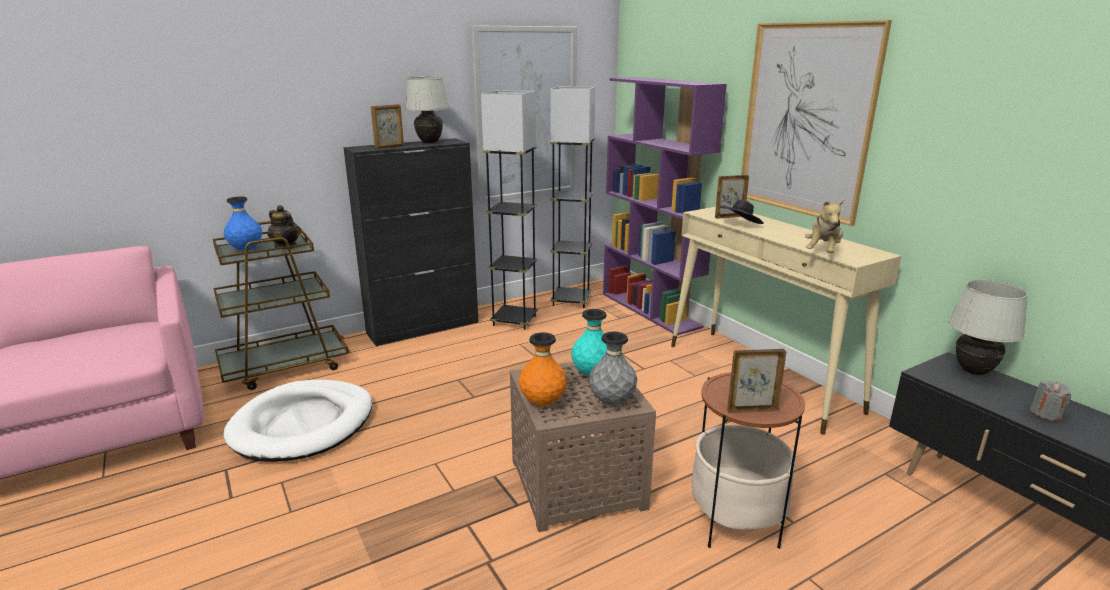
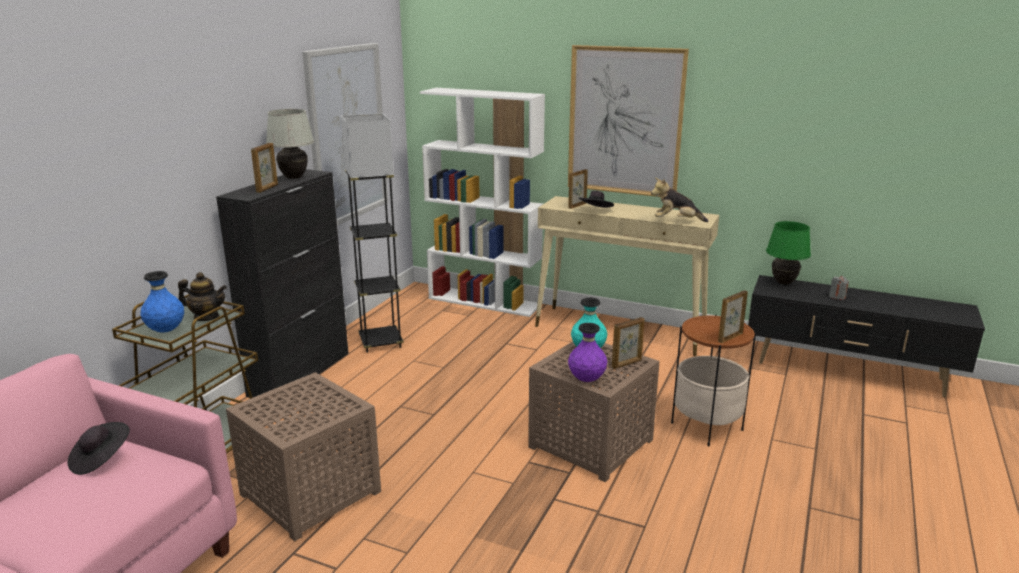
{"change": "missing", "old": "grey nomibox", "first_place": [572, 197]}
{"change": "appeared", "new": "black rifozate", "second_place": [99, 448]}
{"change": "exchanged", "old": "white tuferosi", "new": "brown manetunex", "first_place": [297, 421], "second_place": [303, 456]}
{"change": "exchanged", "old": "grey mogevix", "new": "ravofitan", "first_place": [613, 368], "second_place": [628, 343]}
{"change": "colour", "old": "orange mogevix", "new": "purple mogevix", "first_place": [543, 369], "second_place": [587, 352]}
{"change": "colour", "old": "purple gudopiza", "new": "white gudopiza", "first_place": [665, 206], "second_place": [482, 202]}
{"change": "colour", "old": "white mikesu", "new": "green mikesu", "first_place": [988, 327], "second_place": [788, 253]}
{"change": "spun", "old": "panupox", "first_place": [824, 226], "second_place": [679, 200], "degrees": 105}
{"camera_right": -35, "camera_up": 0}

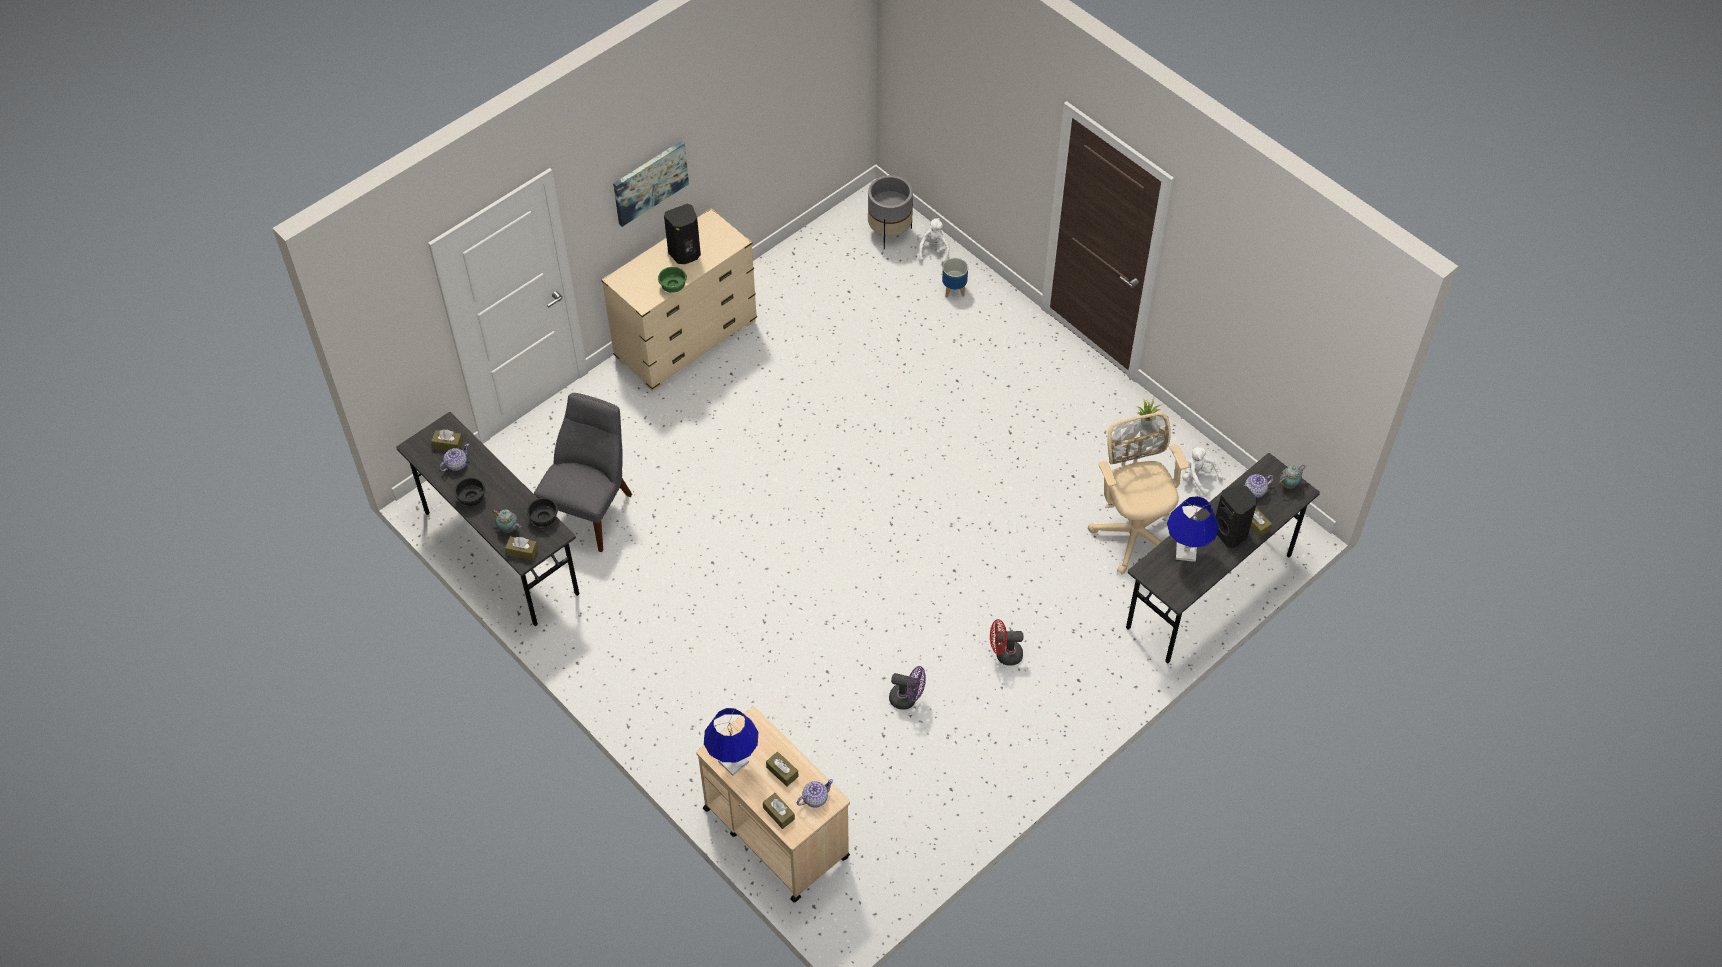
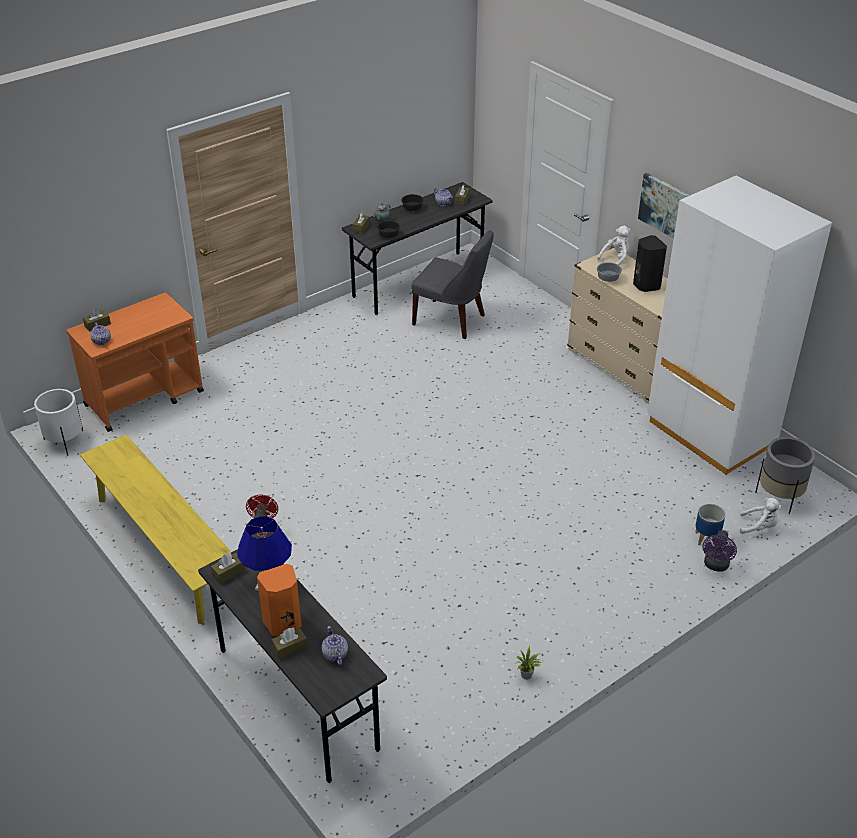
{"change": "missing", "old": "blue mikesu", "first_place": [731, 742]}
{"change": "missing", "old": "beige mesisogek", "first_place": [1138, 494]}
{"change": "missing", "old": "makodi", "first_place": [1292, 477]}
{"change": "appeared", "new": "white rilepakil", "second_place": [58, 422]}
{"change": "appeared", "new": "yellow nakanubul", "second_place": [155, 529]}
{"change": "appeared", "new": "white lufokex", "second_place": [739, 325]}
{"change": "relocated", "old": "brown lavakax", "first_place": [782, 769], "second_place": [228, 568]}
{"change": "relocated", "old": "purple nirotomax", "first_place": [907, 688], "second_place": [720, 551]}
{"change": "relocated", "old": "white panupox", "first_place": [1202, 471], "second_place": [614, 245]}
{"change": "colour", "old": "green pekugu", "new": "grey pekugu", "first_place": [672, 280], "second_place": [609, 272]}
{"change": "colour", "old": "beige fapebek", "new": "orange fapebek", "first_place": [773, 804], "second_place": [135, 362]}
{"change": "colour", "old": "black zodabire", "new": "orange zodabire", "first_place": [1236, 516], "second_place": [279, 600]}
{"camera_right": 95, "camera_up": -15}

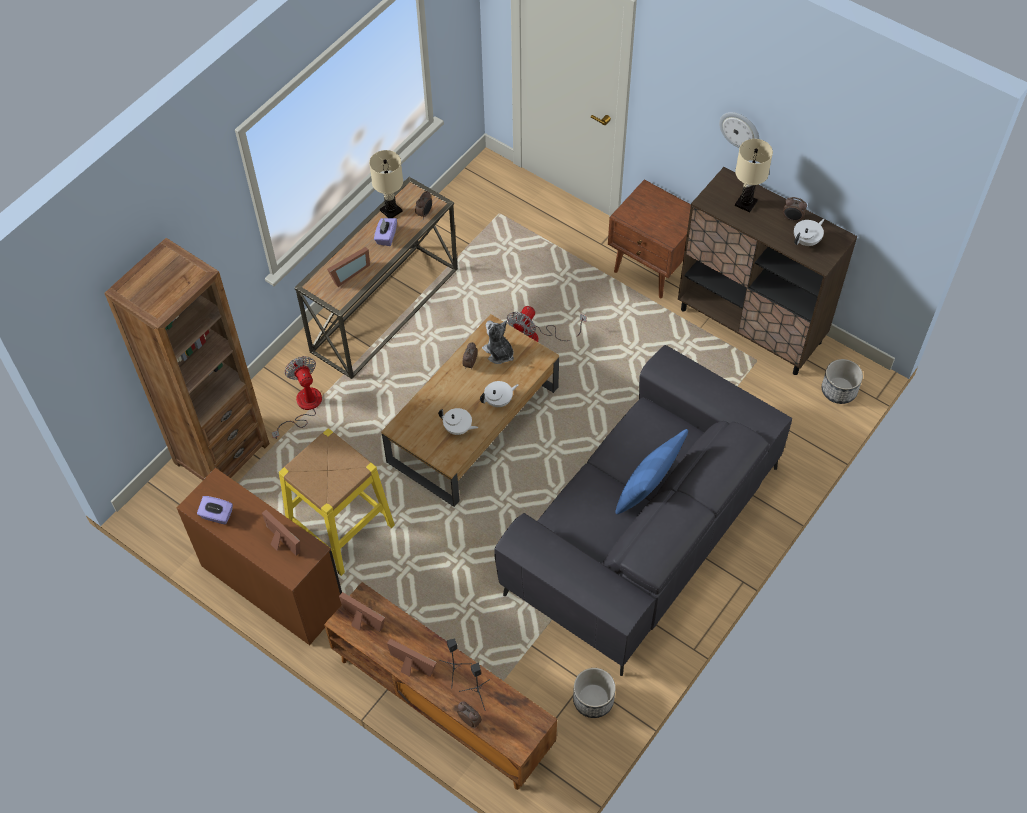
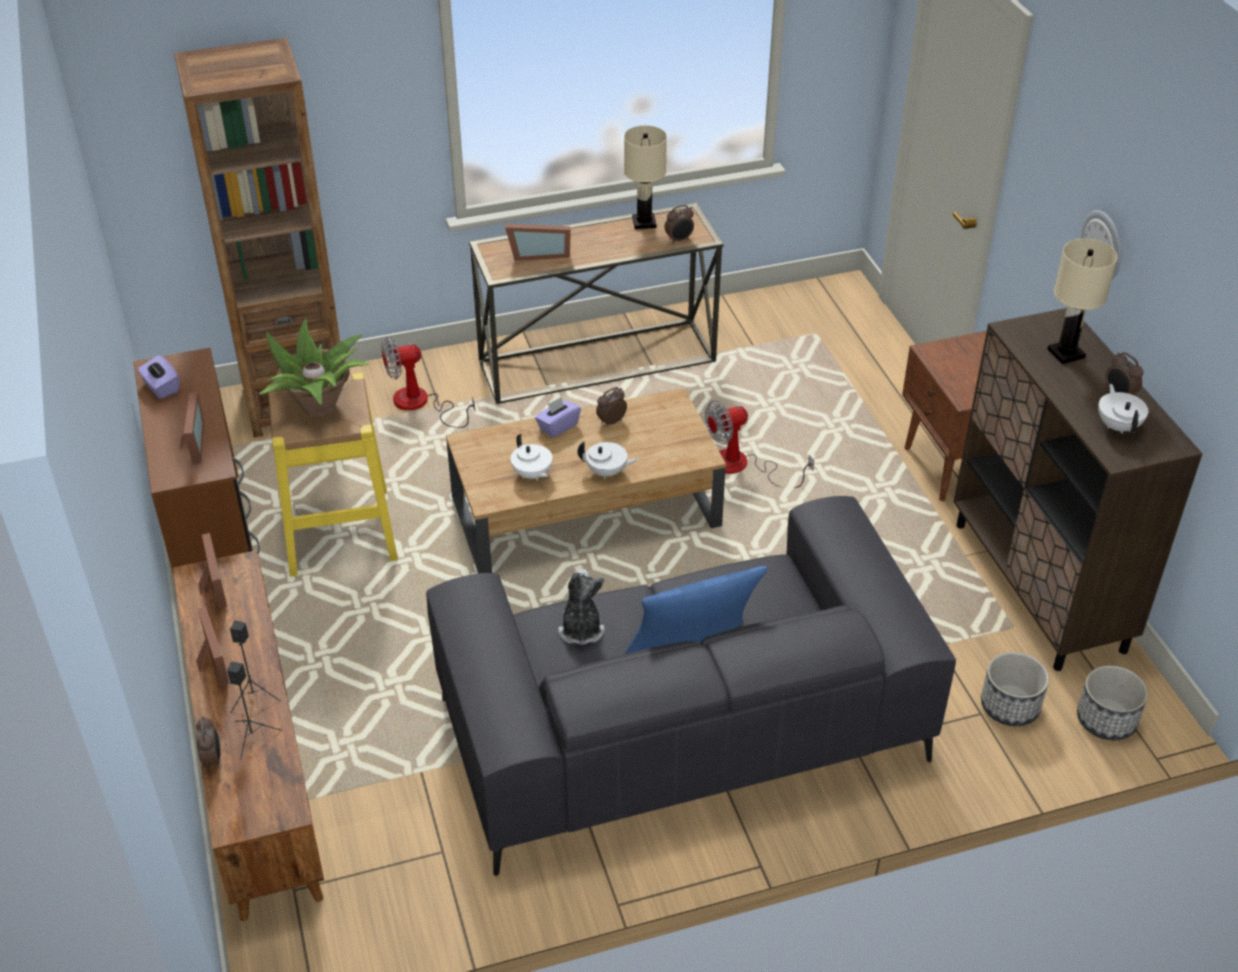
{"change": "appeared", "new": "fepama", "second_place": [314, 368]}
{"change": "relocated", "old": "purple lavakax", "first_place": [385, 232], "second_place": [558, 417]}
{"change": "relocated", "old": "panupox", "first_place": [498, 342], "second_place": [581, 606]}
{"change": "relocated", "old": "rilepakil", "first_place": [594, 693], "second_place": [1015, 689]}
{"change": "spun", "old": "nirotomax", "first_place": [297, 397], "second_place": [428, 382], "degrees": -120}
{"change": "spun", "old": "white makodi", "first_place": [809, 232], "second_place": [1123, 409], "degrees": -90}
{"camera_right": 35, "camera_up": -15}

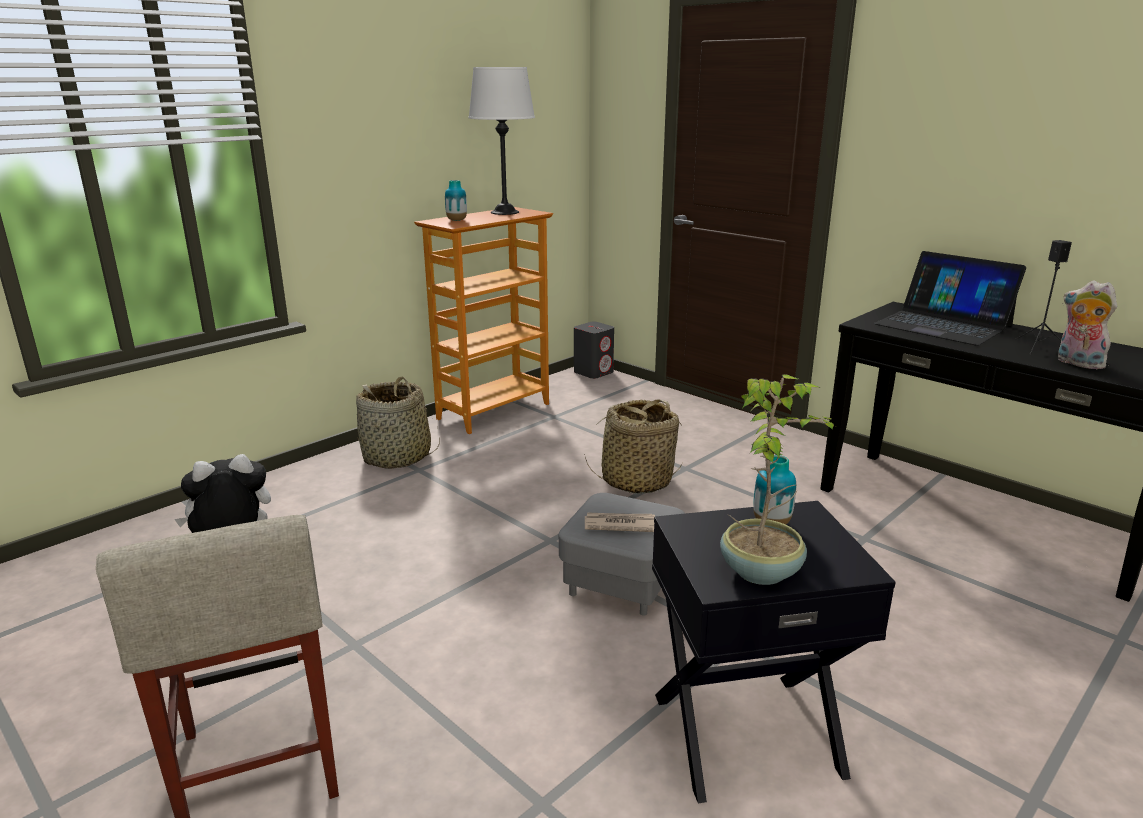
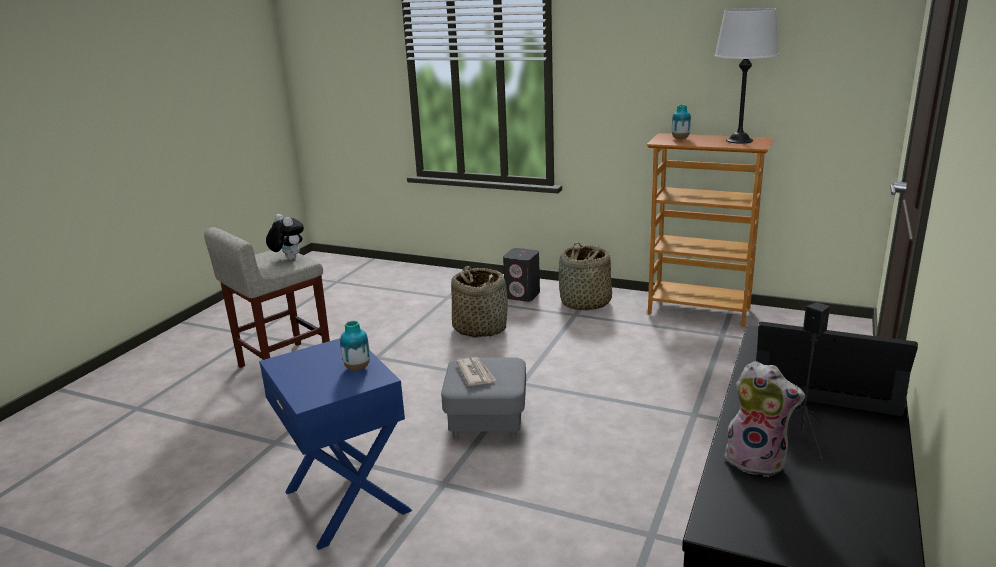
{"change": "missing", "old": "fepama", "first_place": [777, 479]}
{"change": "relocated", "old": "grey zodabire", "first_place": [594, 350], "second_place": [521, 275]}
{"change": "relocated", "old": "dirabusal", "first_place": [633, 446], "second_place": [479, 302]}
{"change": "colour", "old": "black manetunex", "new": "blue manetunex", "first_place": [774, 652], "second_place": [335, 444]}
{"change": "spun", "old": "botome", "first_place": [950, 298], "second_place": [837, 369], "degrees": 90}
{"change": "spun", "old": "panupox", "first_place": [1087, 324], "second_place": [762, 419], "degrees": 90}
{"camera_right": 70, "camera_up": 0}

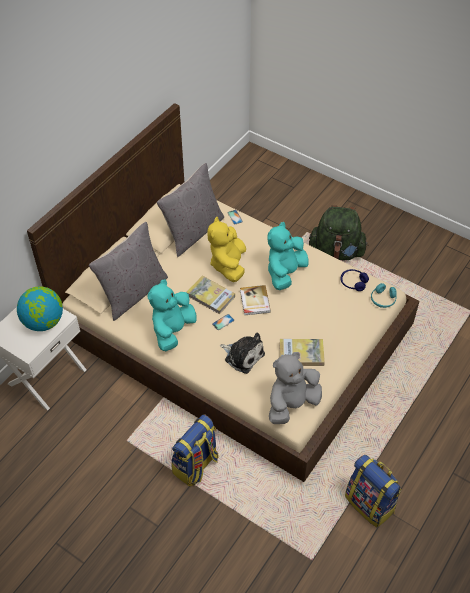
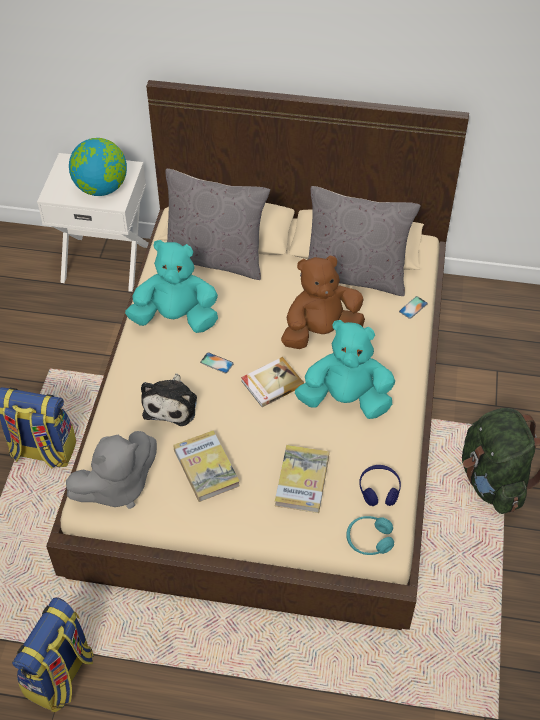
{"change": "relocated", "old": "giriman", "first_place": [210, 295], "second_place": [302, 479]}
{"change": "colour", "old": "yellow panupox", "new": "brown panupox", "first_place": [226, 249], "second_place": [323, 302]}
{"change": "spun", "old": "grey panupox", "first_place": [295, 388], "second_place": [111, 470], "degrees": 120}
{"camera_right": 65, "camera_up": 0}

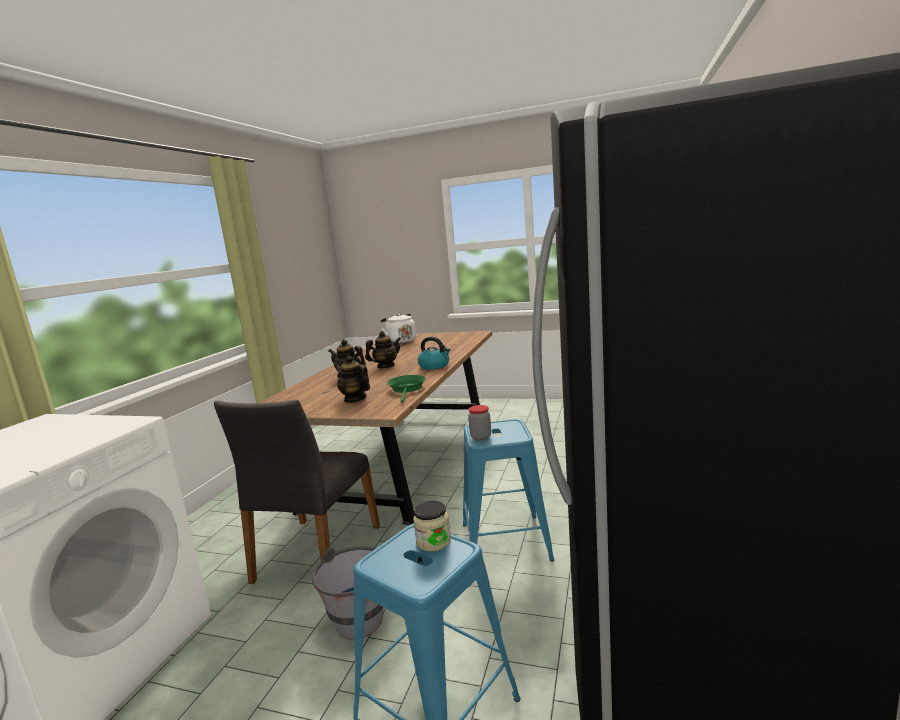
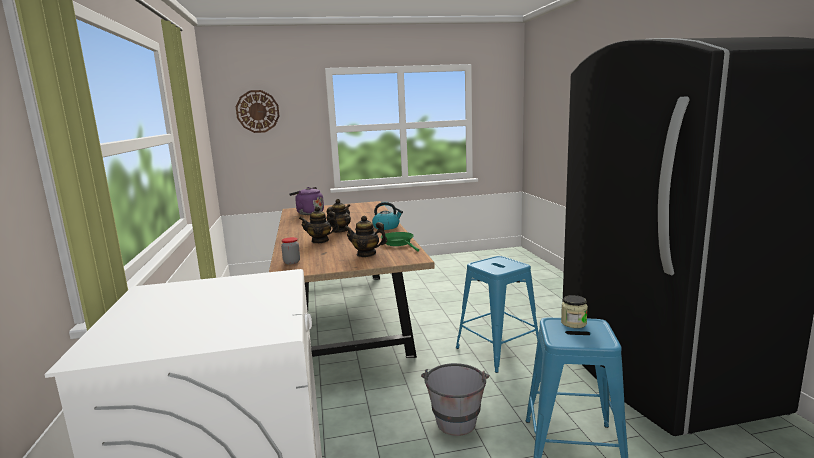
{"change": "missing", "old": "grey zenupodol", "first_place": [297, 491]}
{"change": "appeared", "new": "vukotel", "second_place": [258, 111]}
{"change": "relocated", "old": "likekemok", "first_place": [479, 423], "second_place": [290, 251]}
{"change": "colour", "old": "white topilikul", "new": "purple topilikul", "first_place": [398, 328], "second_place": [306, 201]}
{"camera_right": -30, "camera_up": 0}

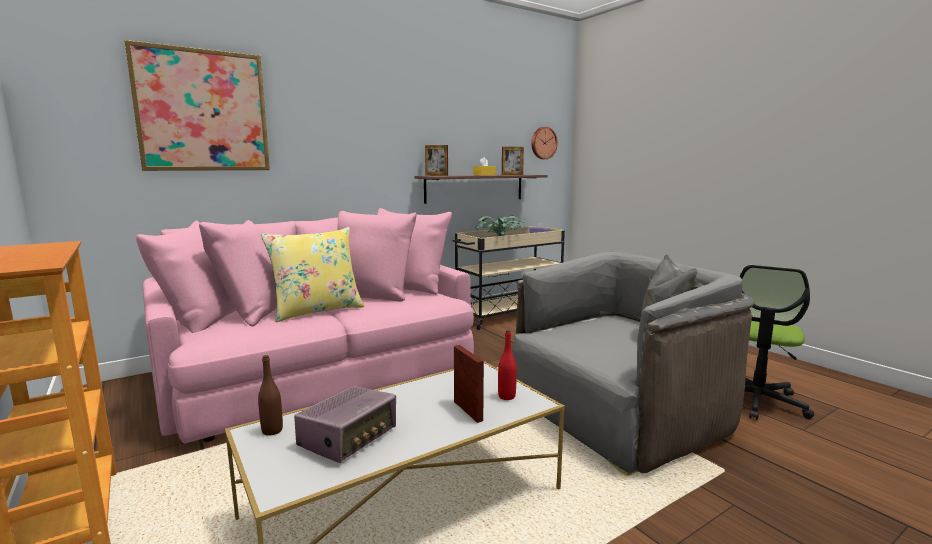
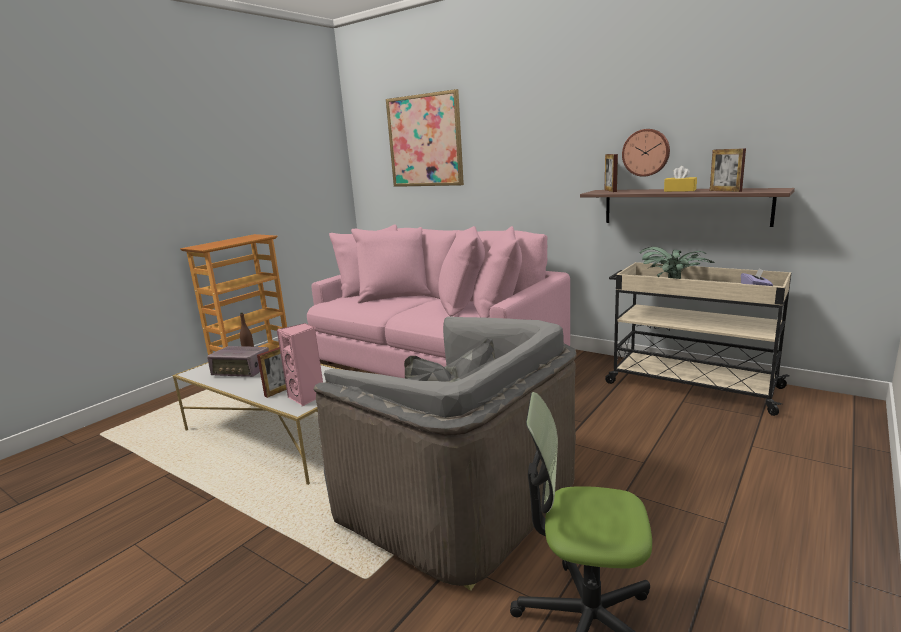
{"change": "missing", "old": "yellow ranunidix", "first_place": [312, 274]}
{"change": "relocated", "old": "vukotel", "first_place": [544, 143], "second_place": [646, 153]}
{"change": "exchanged", "old": "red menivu", "new": "pink zodabire", "first_place": [507, 365], "second_place": [300, 364]}
{"camera_right": 70, "camera_up": 5}

